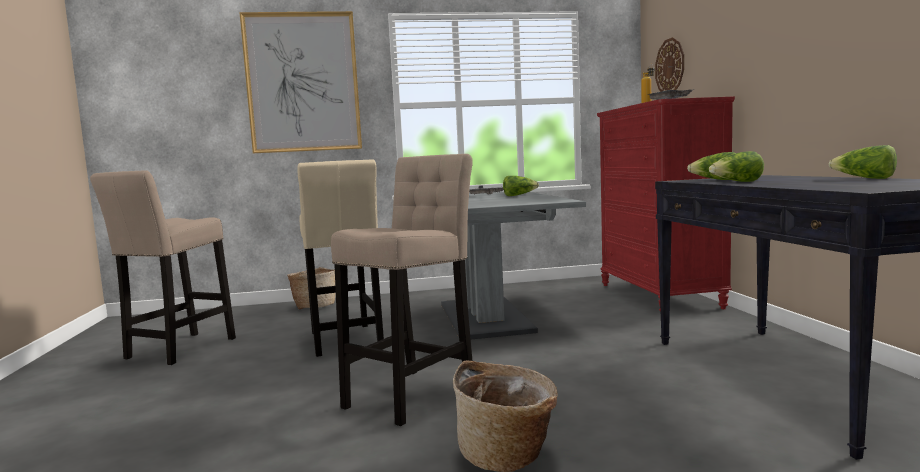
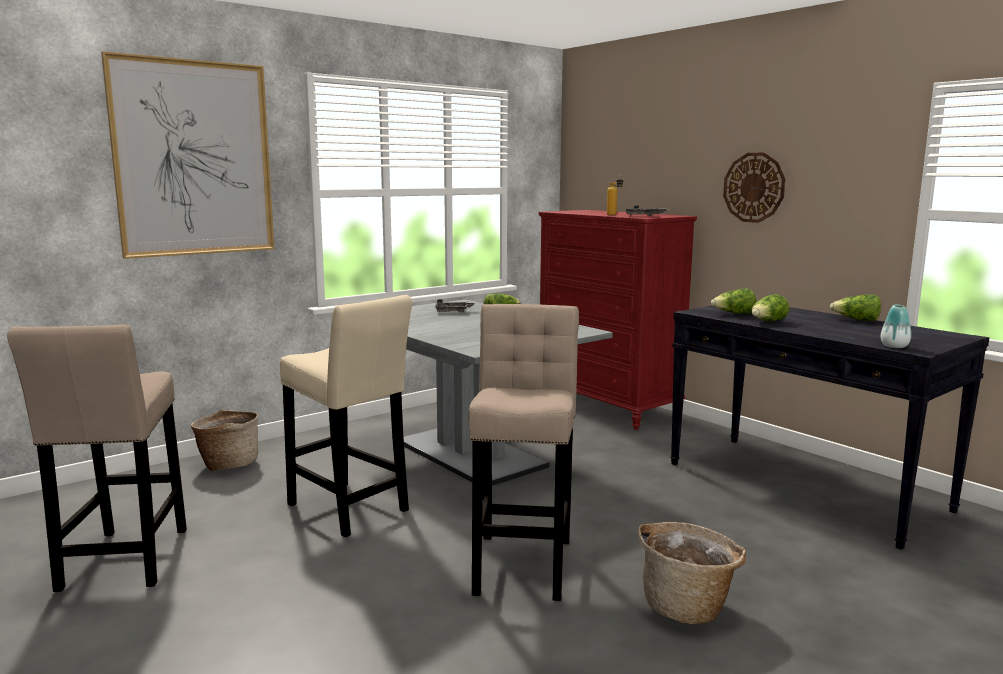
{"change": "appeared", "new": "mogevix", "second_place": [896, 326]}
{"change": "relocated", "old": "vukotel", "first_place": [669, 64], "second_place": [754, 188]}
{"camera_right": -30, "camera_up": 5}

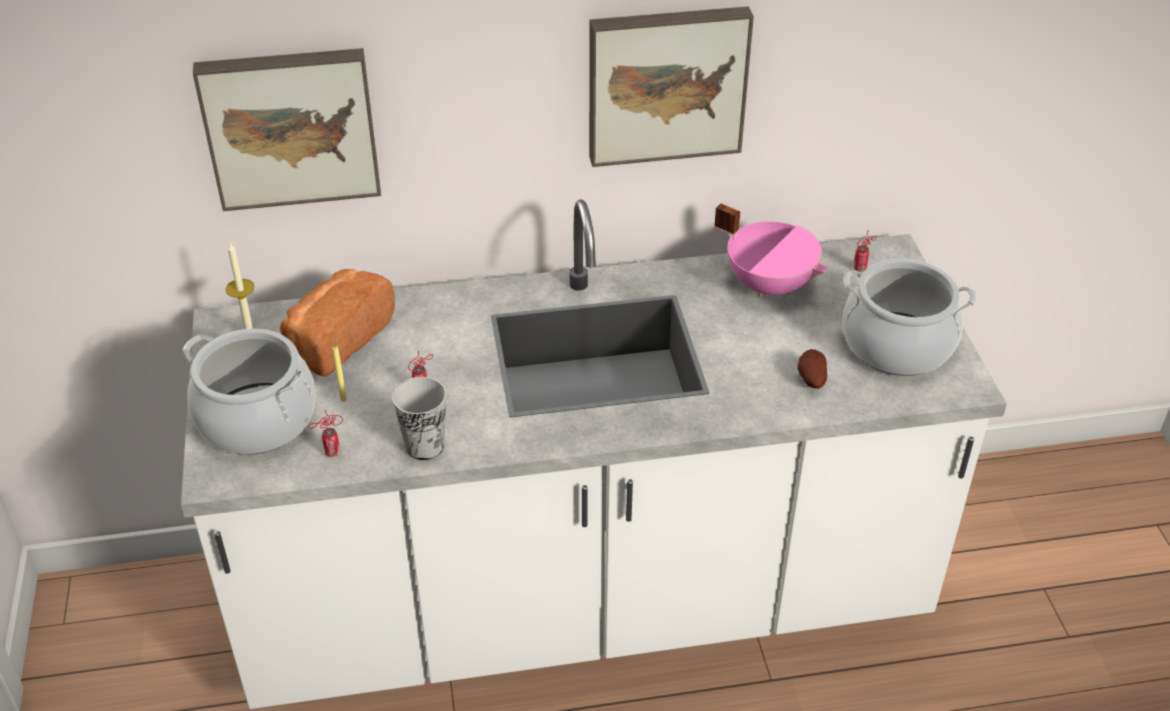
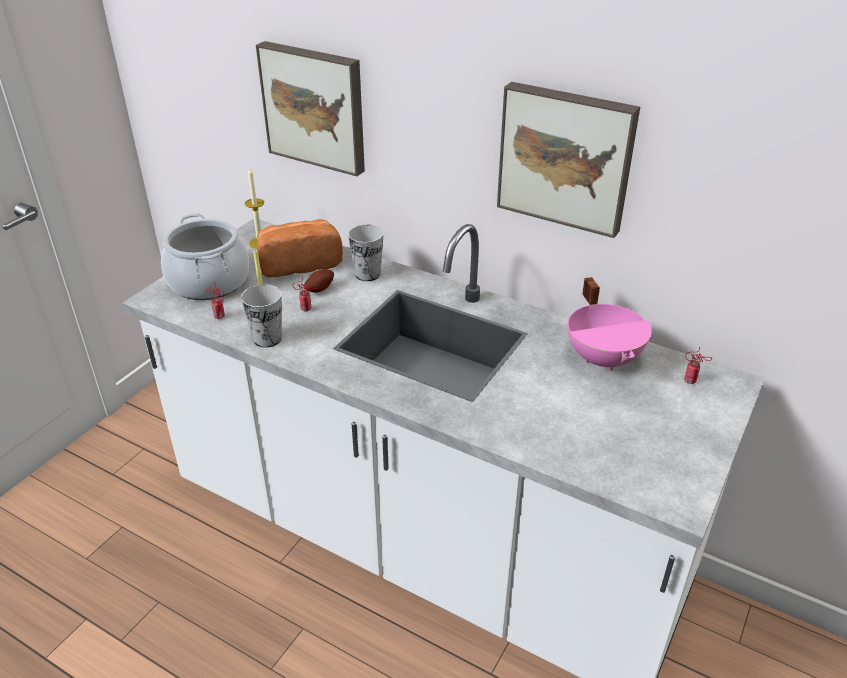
{"change": "missing", "old": "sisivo", "first_place": [910, 317]}
{"change": "appeared", "new": "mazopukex", "second_place": [366, 253]}
{"change": "relocated", "old": "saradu", "first_place": [812, 369], "second_place": [319, 281]}
{"camera_right": 40, "camera_up": -5}

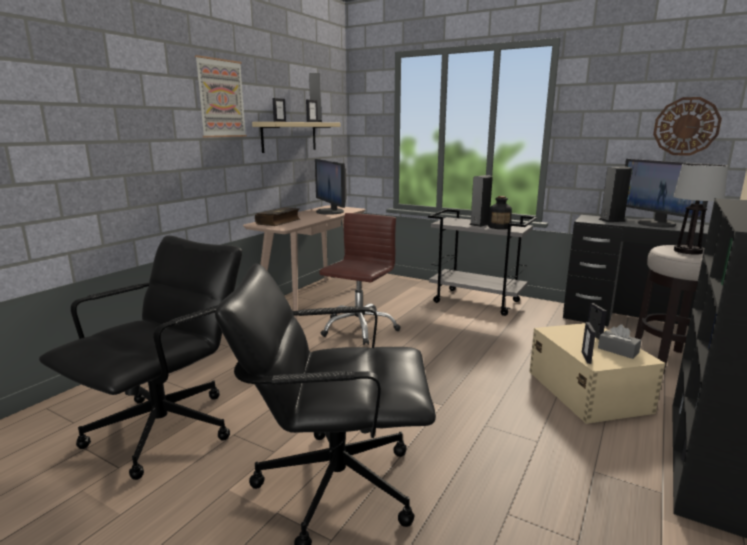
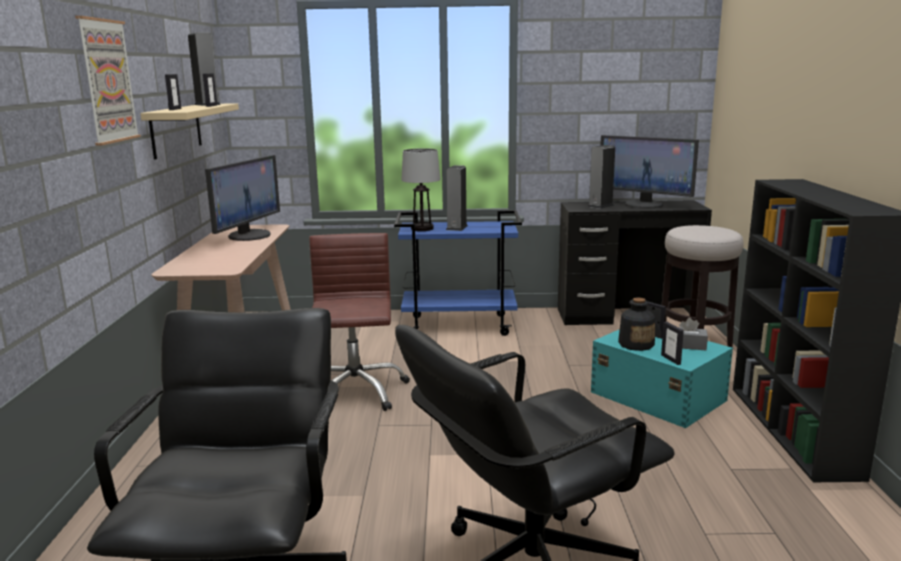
{"change": "missing", "old": "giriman", "first_place": [277, 216]}
{"change": "missing", "old": "vukotel", "first_place": [687, 126]}
{"change": "relocated", "old": "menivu", "first_place": [500, 212], "second_place": [636, 324]}
{"change": "relocated", "old": "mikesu", "first_place": [700, 209], "second_place": [421, 189]}
{"change": "colour", "old": "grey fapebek", "new": "blue fapebek", "first_place": [482, 262], "second_place": [458, 273]}
{"change": "colour", "old": "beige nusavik", "new": "turquoise nusavik", "first_place": [597, 373], "second_place": [662, 378]}
{"change": "spun", "old": "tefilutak", "first_place": [330, 187], "second_place": [242, 198], "degrees": -105}
{"camera_right": -30, "camera_up": 0}

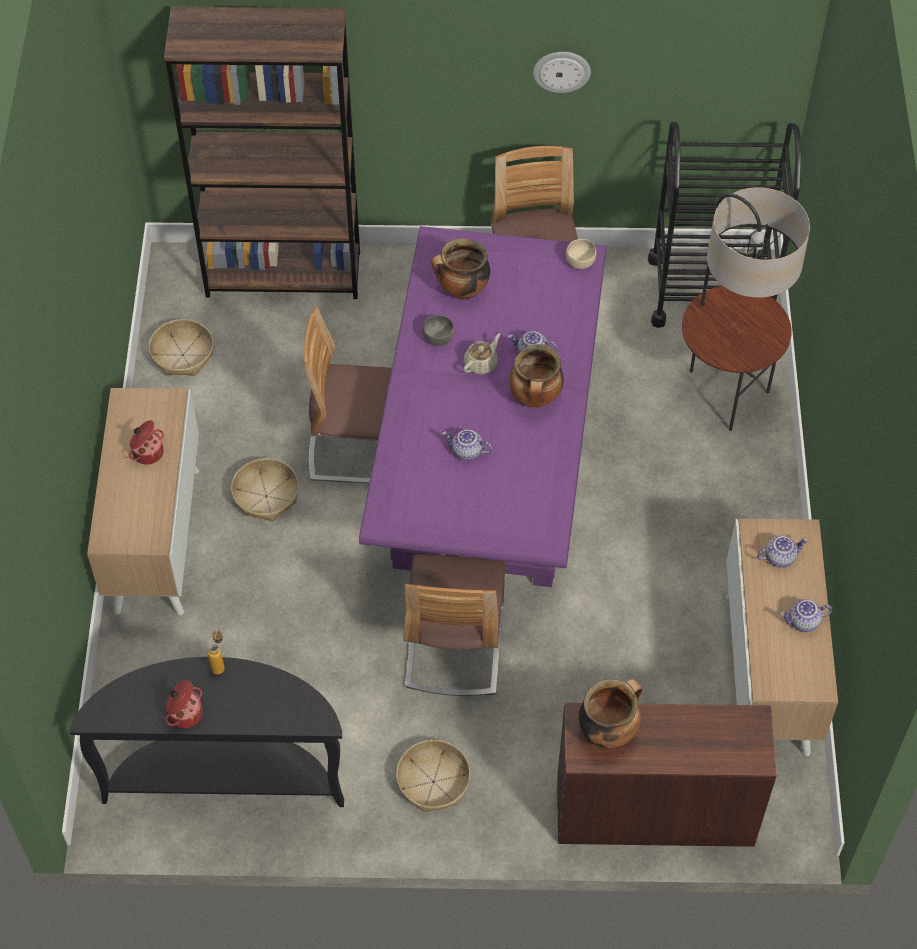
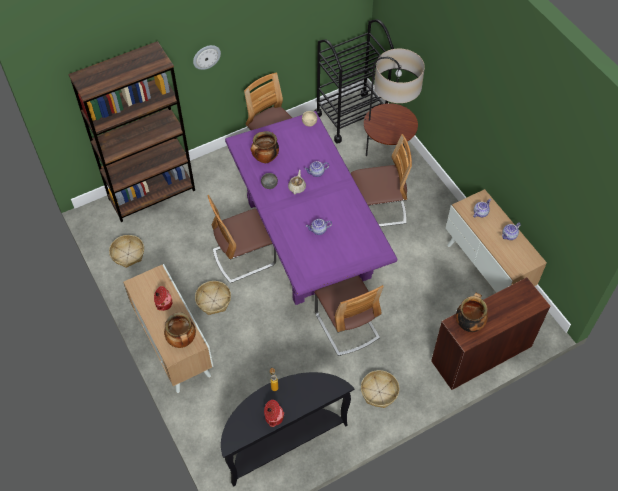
{"change": "appeared", "new": "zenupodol", "second_place": [381, 180]}
{"change": "relocated", "old": "sisivo", "first_place": [536, 376], "second_place": [180, 330]}
{"change": "relocated", "old": "vukotel", "first_place": [562, 72], "second_place": [207, 57]}
{"camera_right": -30, "camera_up": 0}

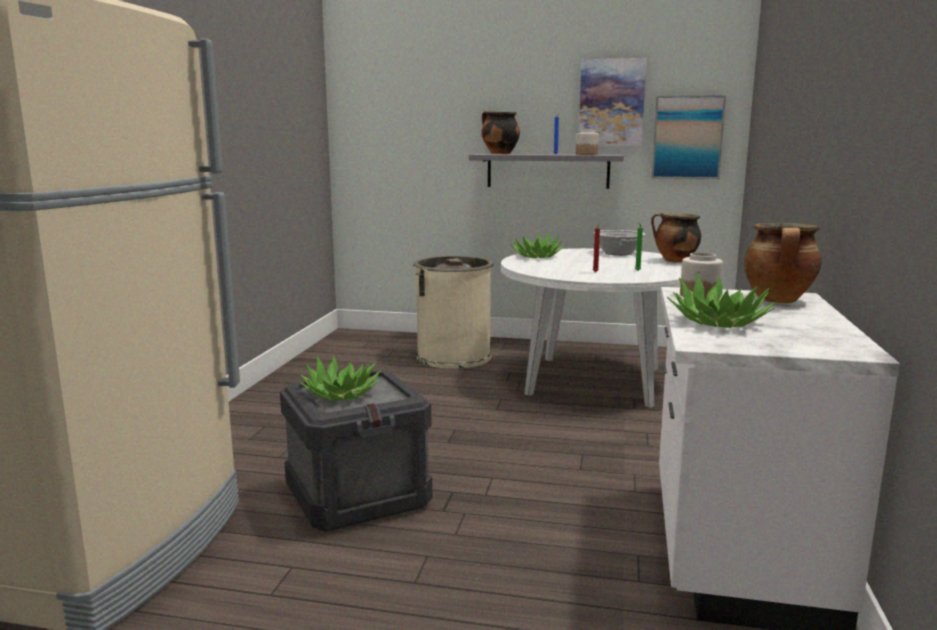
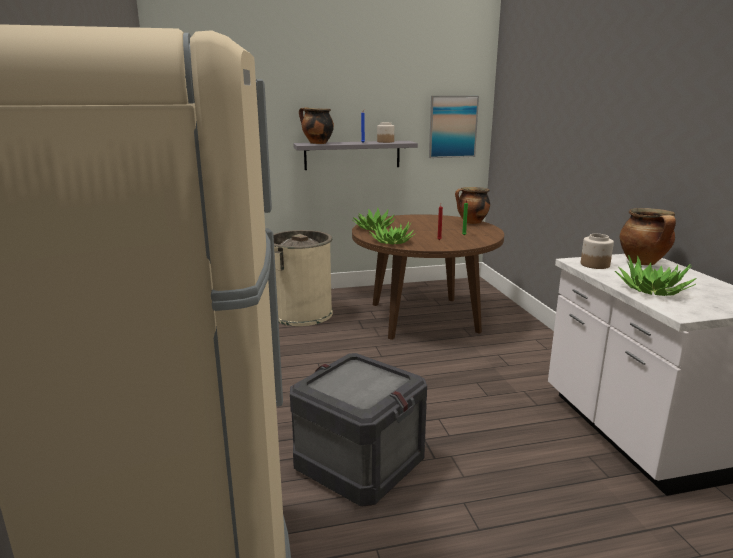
{"change": "missing", "old": "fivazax", "first_place": [613, 102]}
{"change": "missing", "old": "sisivo", "first_place": [619, 242]}
{"change": "relocated", "old": "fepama", "first_place": [340, 378], "second_place": [392, 233]}
{"change": "colour", "old": "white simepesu", "new": "brown simepesu", "first_place": [591, 328], "second_place": [428, 277]}
{"camera_right": -25, "camera_up": 5}

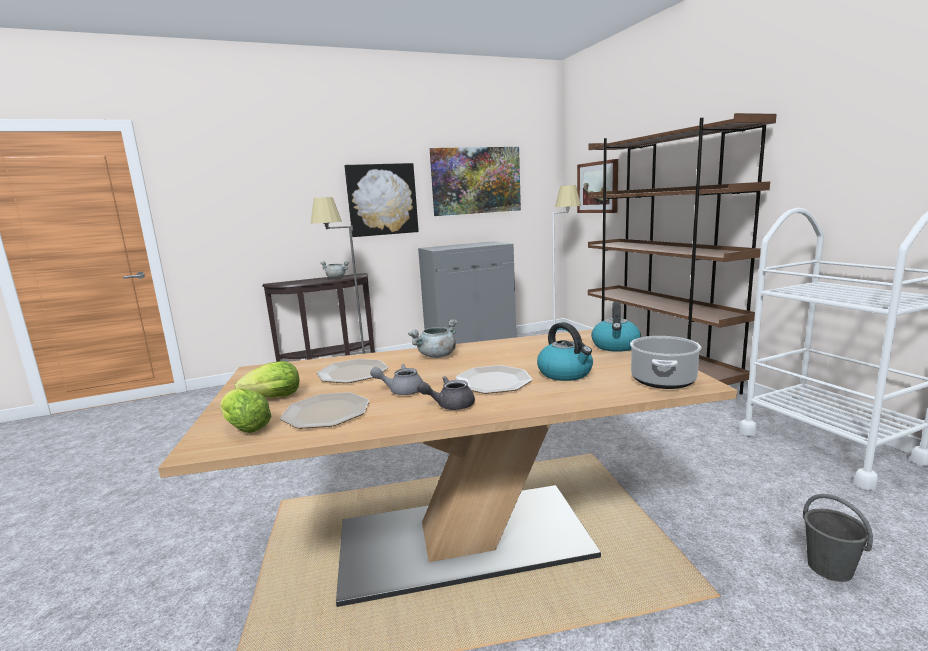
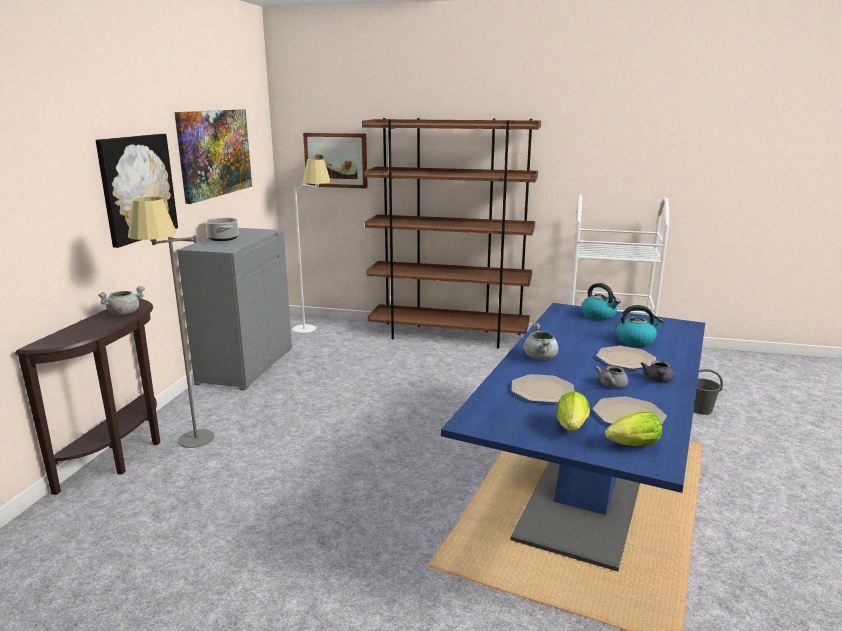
{"change": "relocated", "old": "sisivo", "first_place": [665, 362], "second_place": [222, 229]}
{"change": "colour", "old": "beige simepesu", "new": "blue simepesu", "first_place": [447, 468], "second_place": [573, 437]}
{"camera_right": -55, "camera_up": 5}

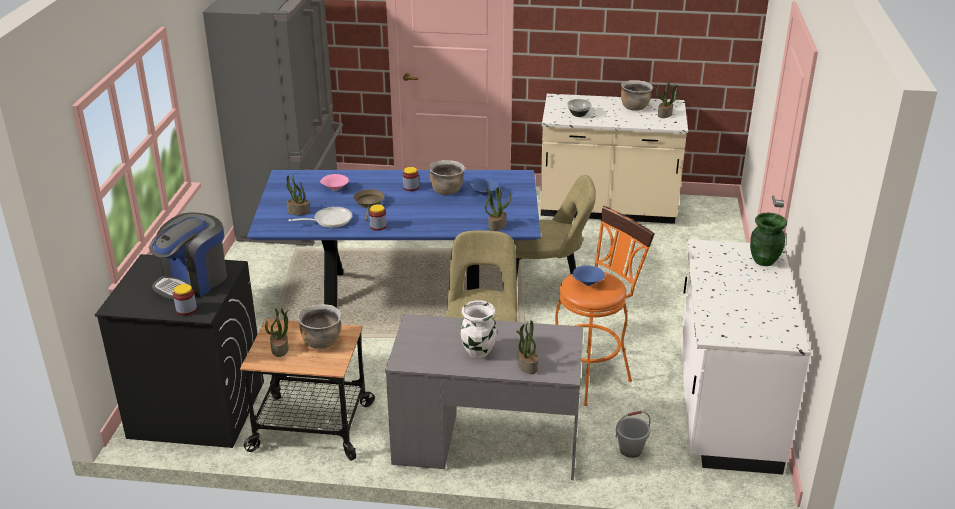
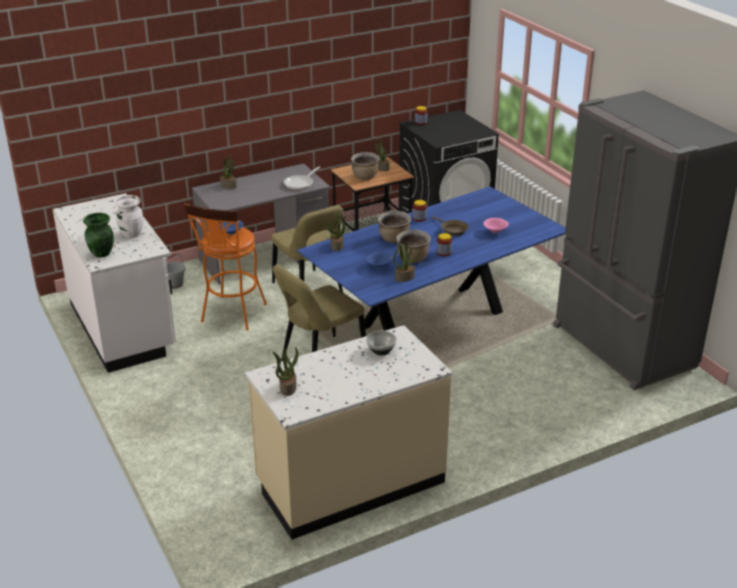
{"change": "missing", "old": "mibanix", "first_place": [188, 256]}
{"change": "relocated", "old": "fepama", "first_place": [298, 194], "second_place": [405, 262]}
{"change": "relocated", "old": "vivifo", "first_place": [320, 217], "second_place": [302, 178]}
{"change": "relocated", "old": "white mogevix", "first_place": [479, 329], "second_place": [129, 216]}
{"change": "relocated", "old": "brown sisivo", "first_place": [637, 95], "second_place": [394, 227]}
{"camera_right": 145, "camera_up": 0}

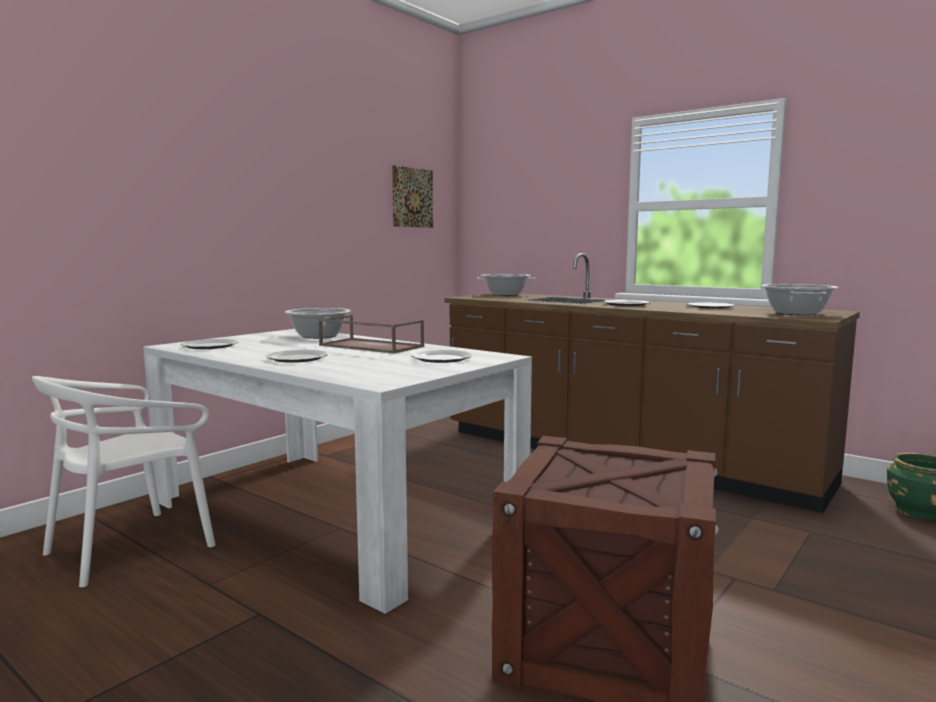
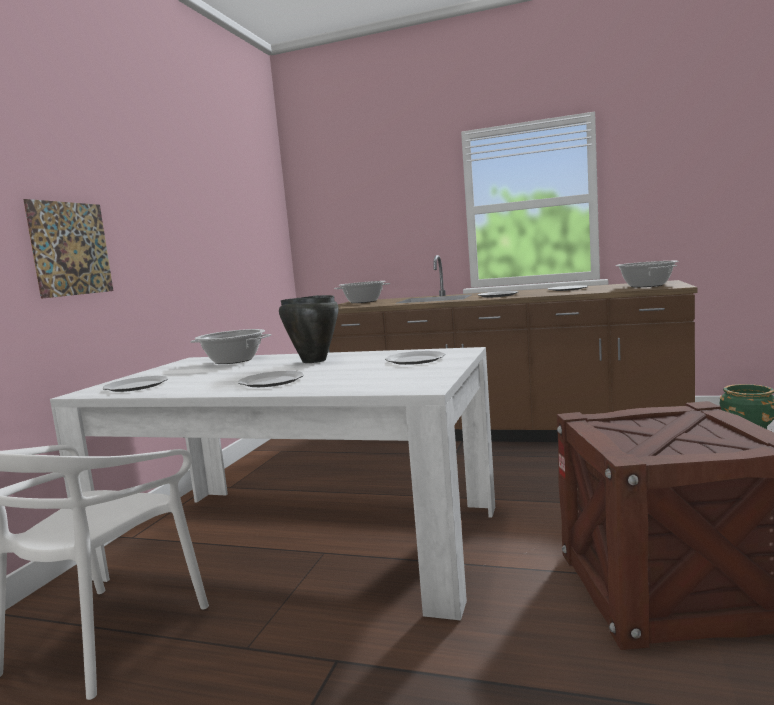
{"change": "relocated", "old": "fivazax", "first_place": [412, 196], "second_place": [68, 249]}
{"change": "exchanged", "old": "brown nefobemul", "new": "black sisivo", "first_place": [371, 334], "second_place": [309, 329]}
{"camera_right": -20, "camera_up": 0}

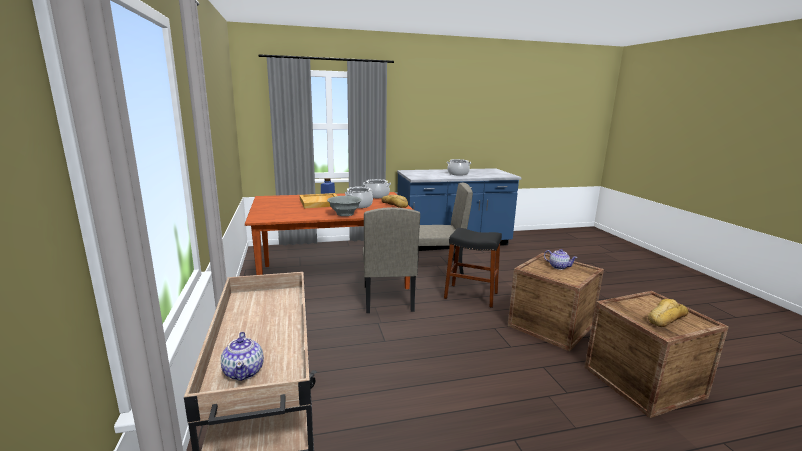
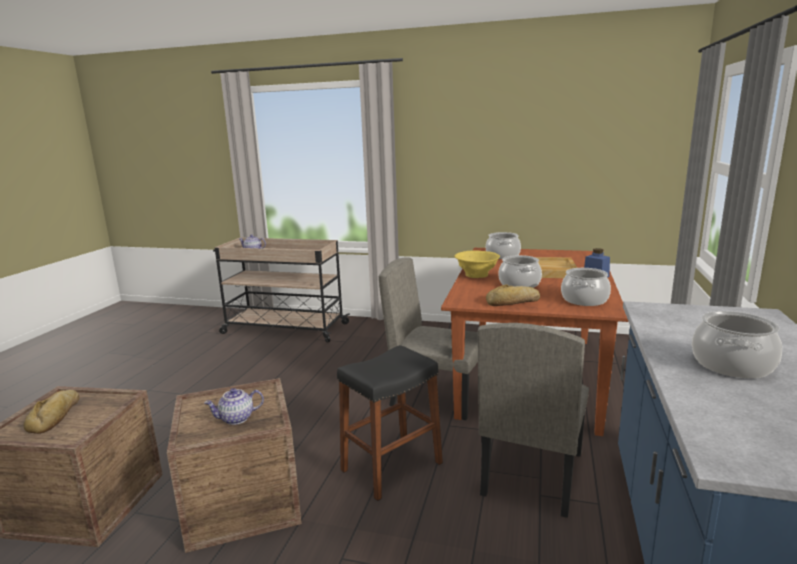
{"change": "appeared", "new": "sisivo", "second_place": [503, 245]}
{"change": "colour", "old": "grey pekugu", "new": "yellow pekugu", "first_place": [344, 206], "second_place": [477, 264]}
{"camera_right": 120, "camera_up": 0}

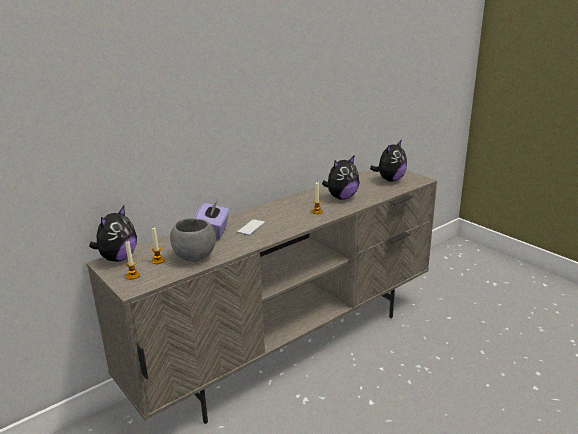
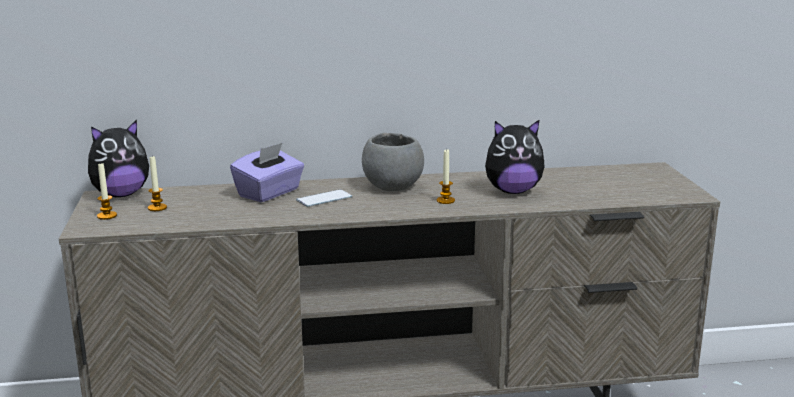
{"change": "missing", "old": "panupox", "first_place": [388, 161]}
{"change": "relocated", "old": "grey pekugu", "first_place": [193, 240], "second_place": [393, 162]}
{"camera_right": 30, "camera_up": -5}

